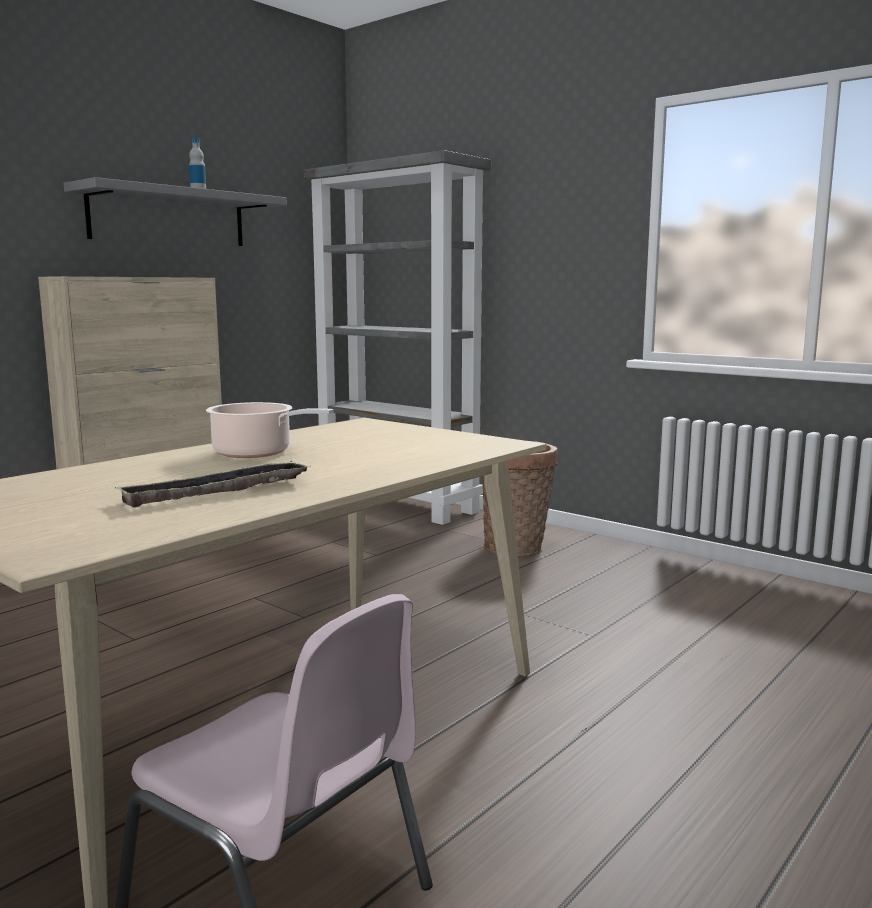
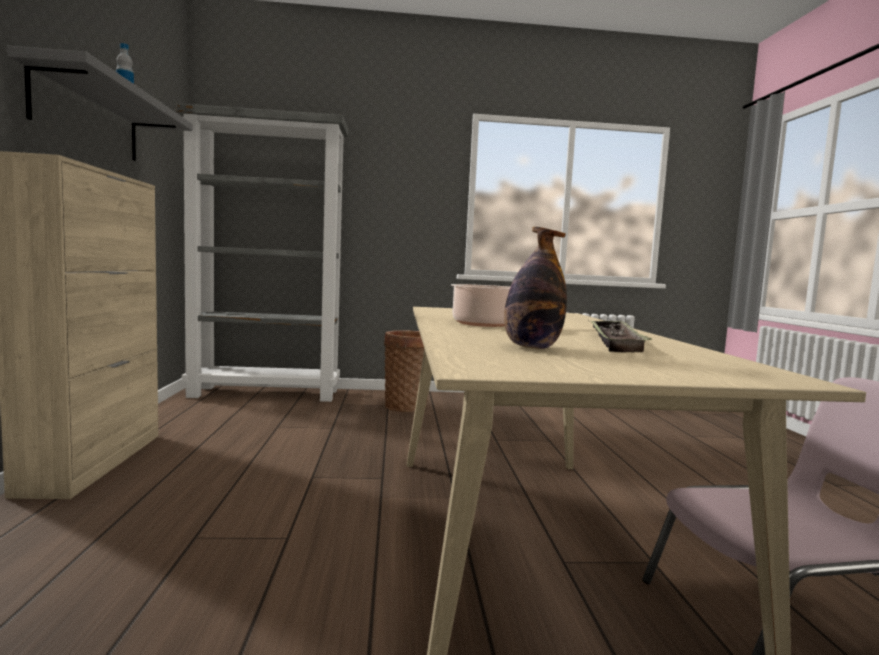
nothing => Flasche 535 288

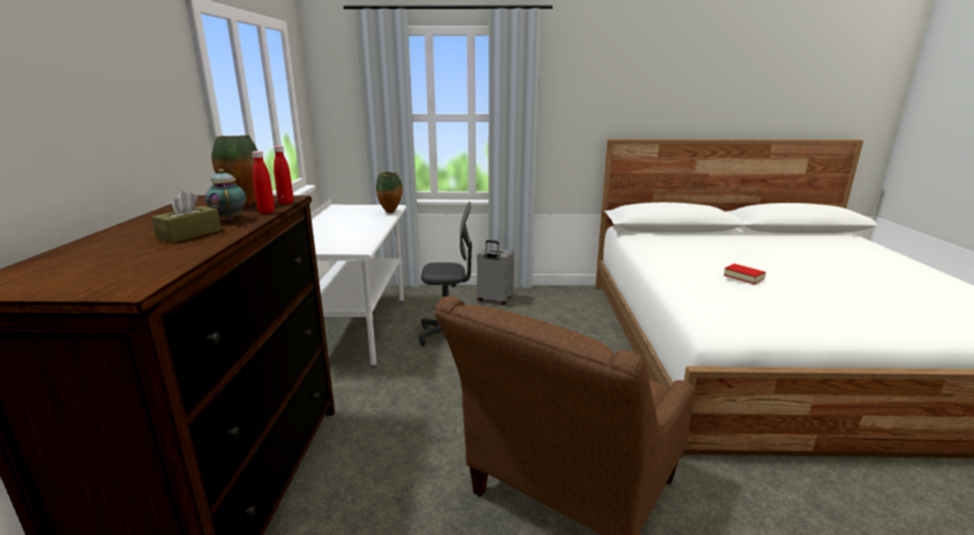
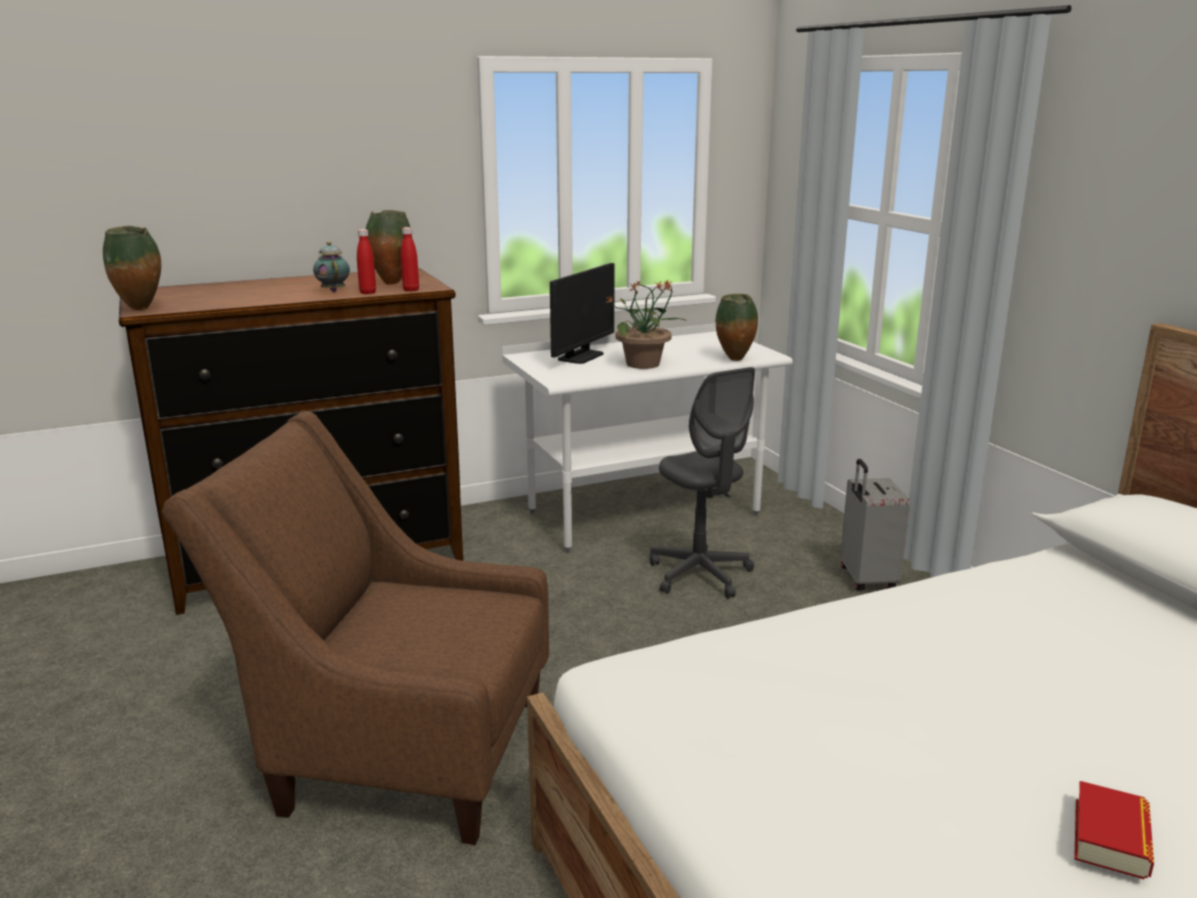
nothing => Vase 132 268
Teekanne 225 195 => Teekanne 331 266, 60 degrees counterclockwise
nothing => Monitor 582 313
nothing => Topfpflanze 645 324
Buch 744 274 => Buch 1114 830, relocated
Taschentuchbox [braun] 186 217 => nothing

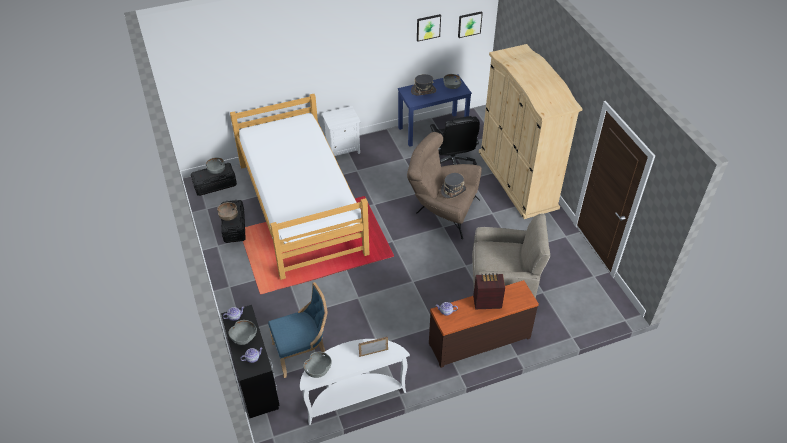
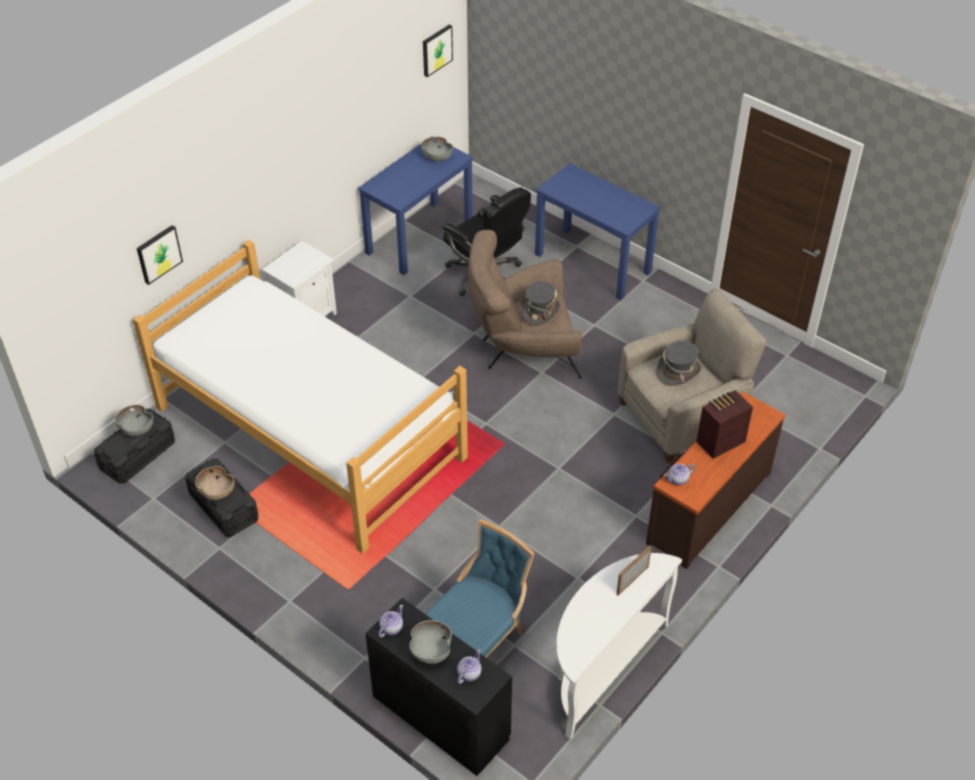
Bild 429 27 => Bild 160 255, relocated
Kleiderschrank [beige] 531 131 => Schreibtisch [blau] 598 231
Hut [grau] 423 84 => Hut [grau] 679 363, relocated
Schüssel [grau] 317 365 => nothing

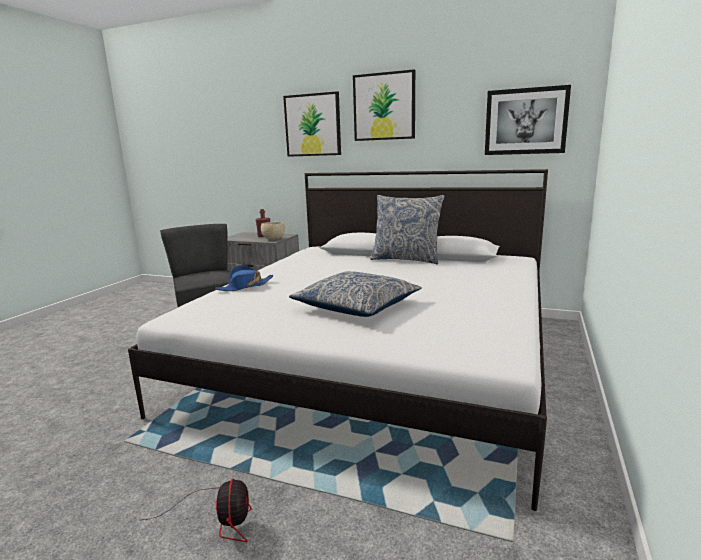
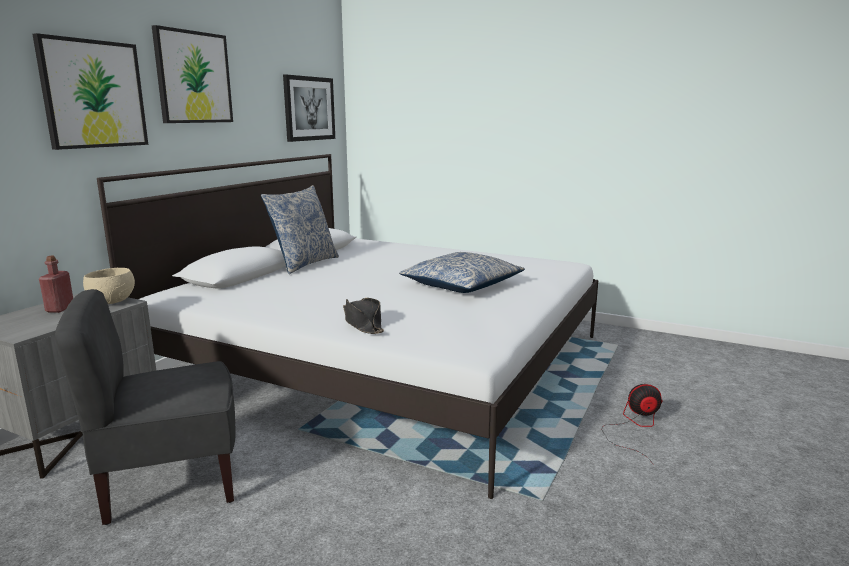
Hut [blau] 244 278 => Hut [schwarz] 363 316

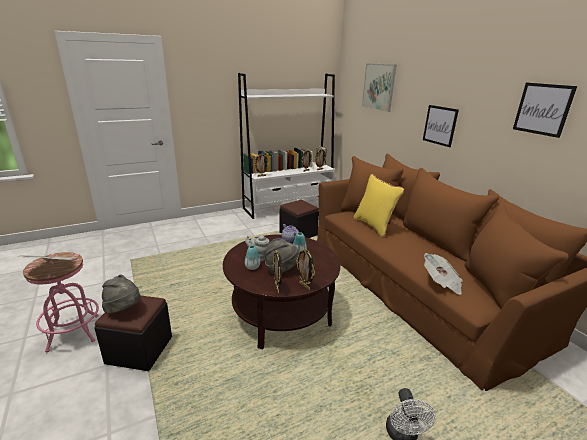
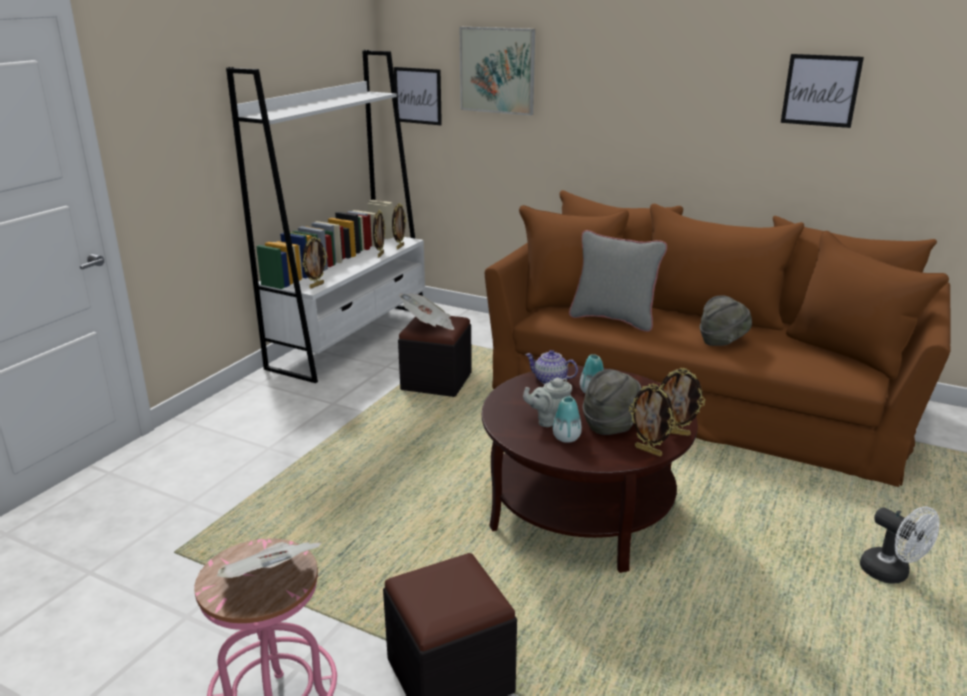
Bild 441 126 => Bild 418 96, relocated
Zeitung 443 274 => Zeitung 427 312, relocated
Kissen [gelb] 378 205 => Kissen [grau] 618 281
Hut [grau] 121 294 => Hut [grau] 726 320, relocated

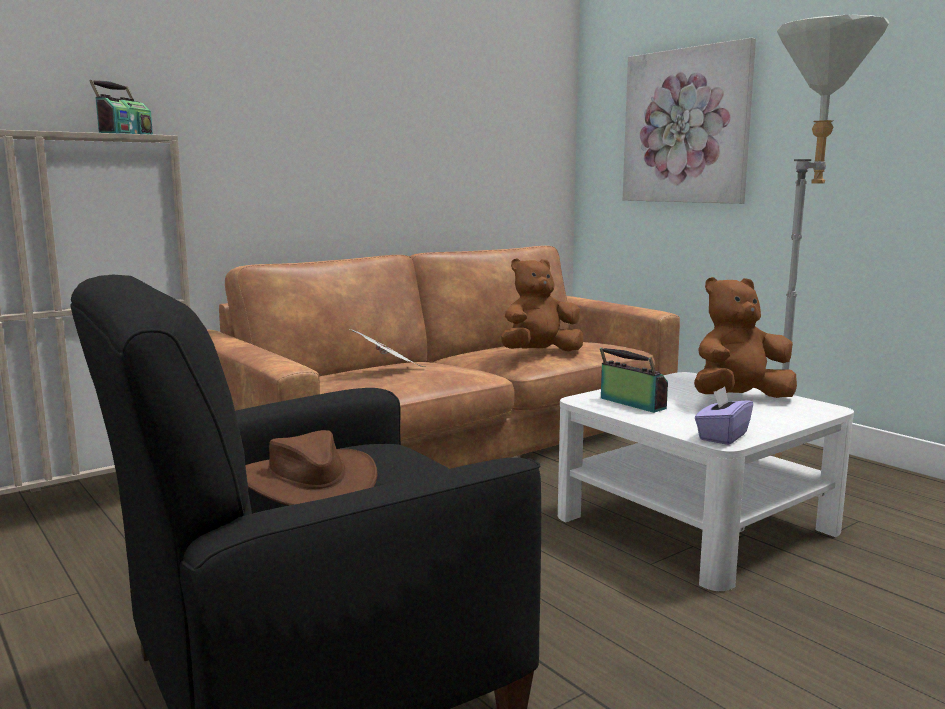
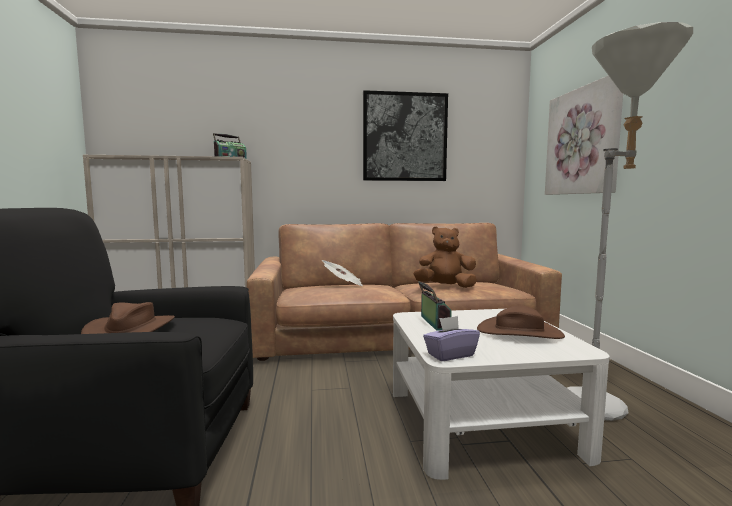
nothing => Bild 405 135
Plüschtier [braun] 745 337 => Hut [braun] 521 322

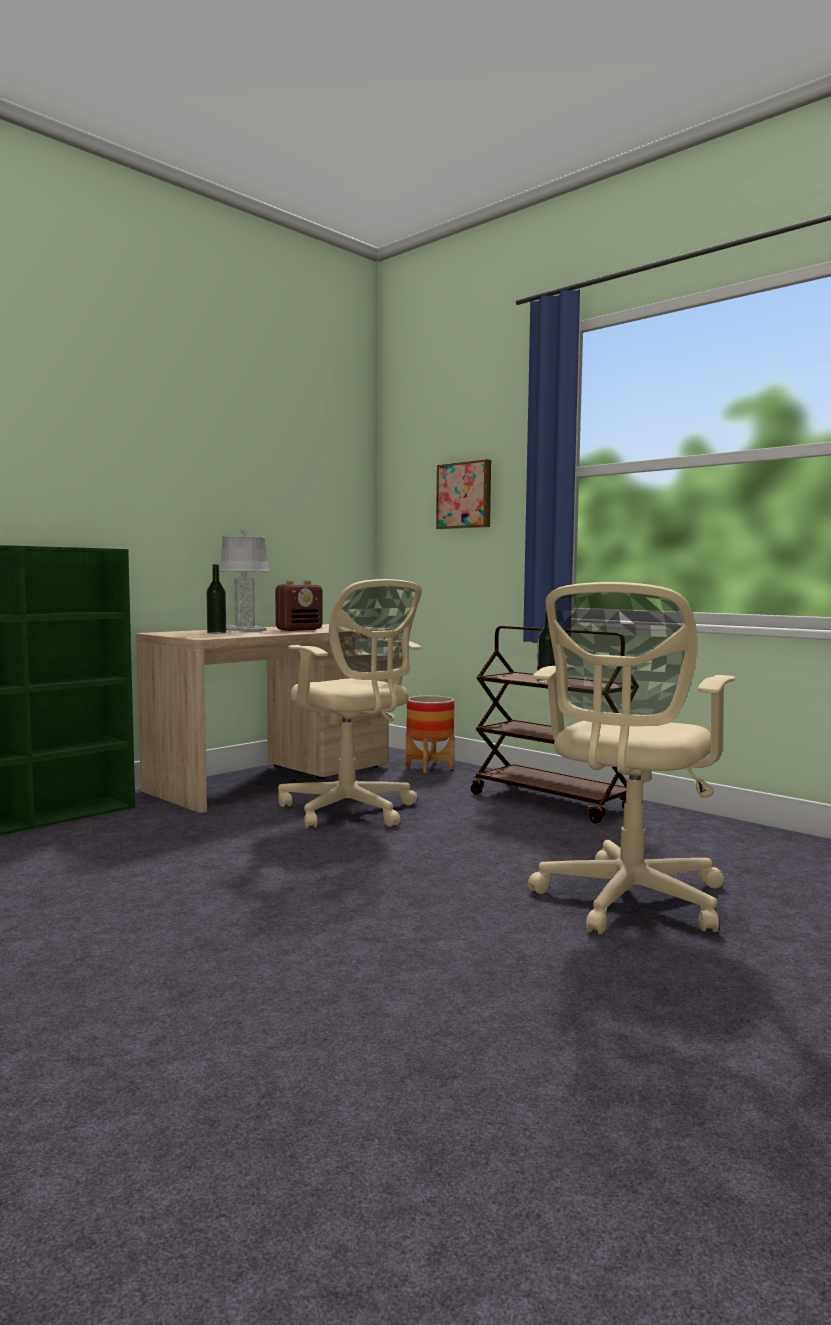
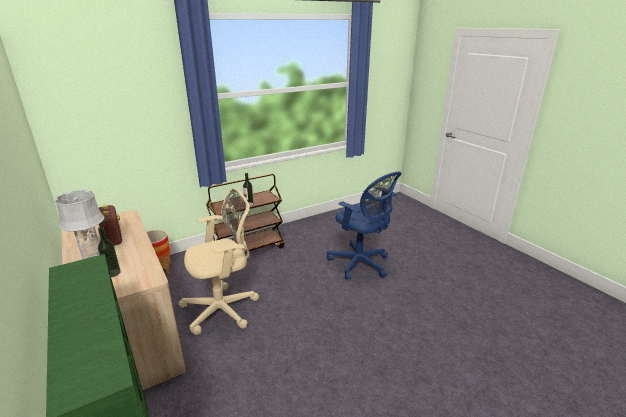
Bürostuhl [beige] 631 758 => Bürostuhl [blau] 364 226
Bild 463 494 => nothing

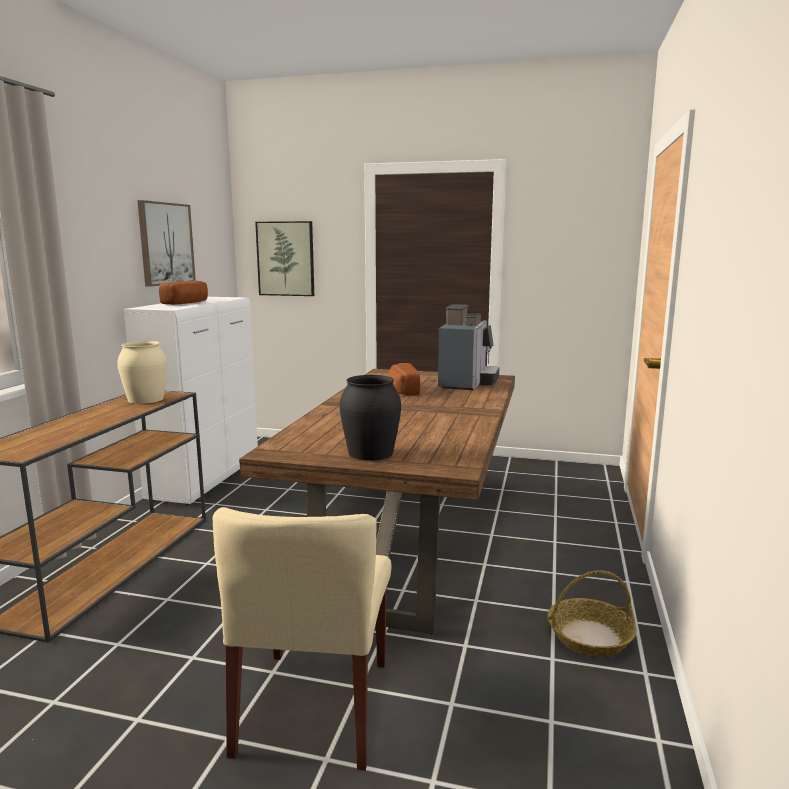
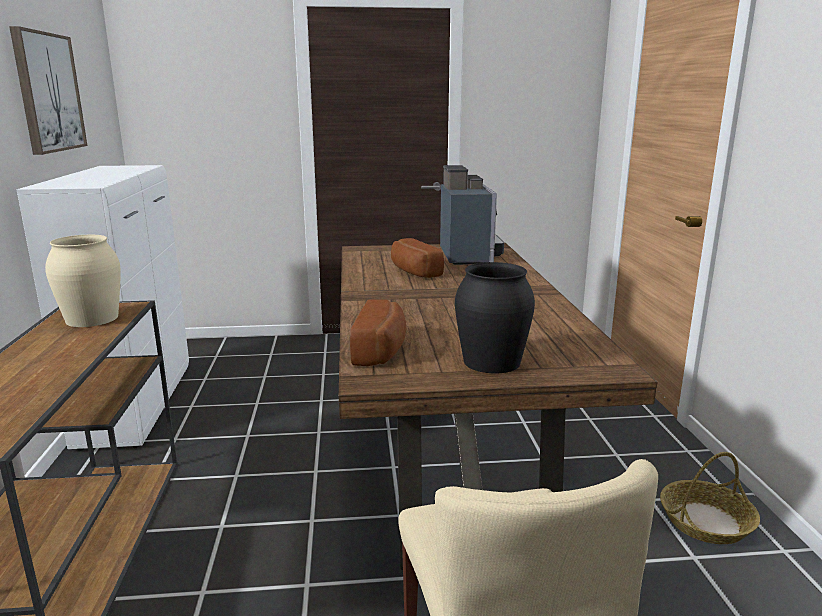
Brot 183 293 => Brot 378 332, relocated
Bild 284 258 => nothing

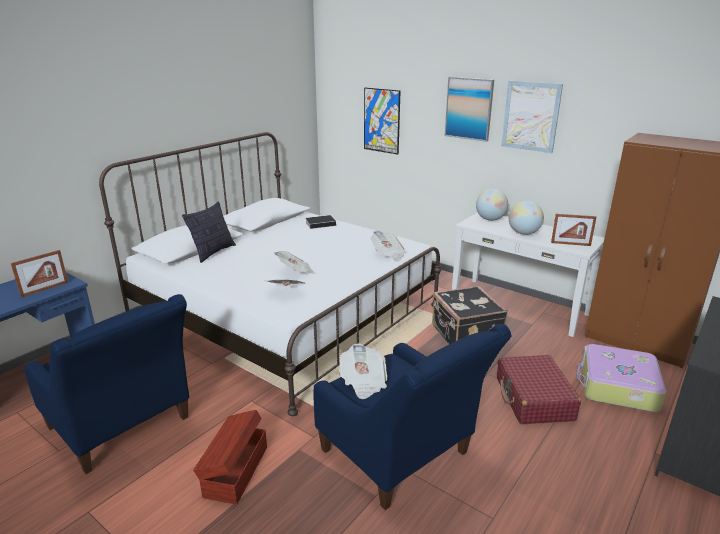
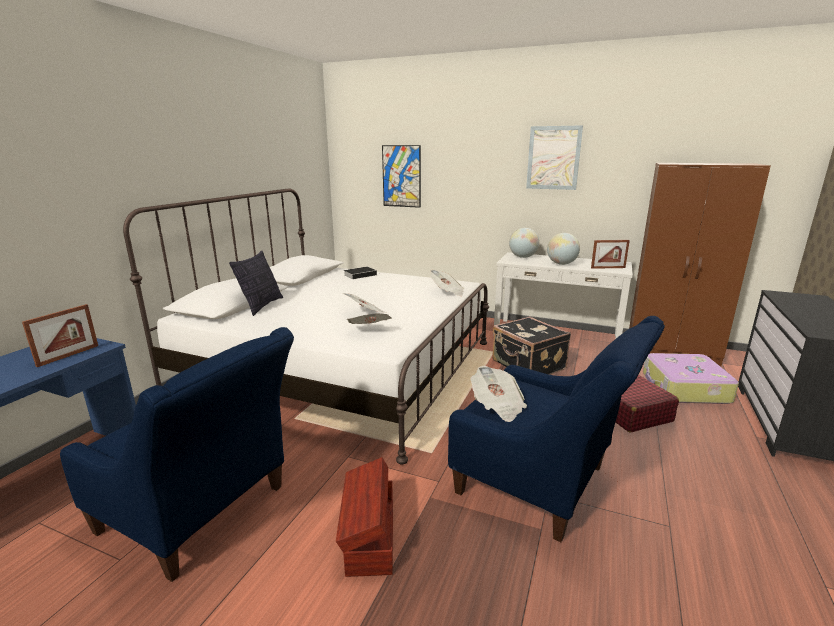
Bild 469 109 => nothing

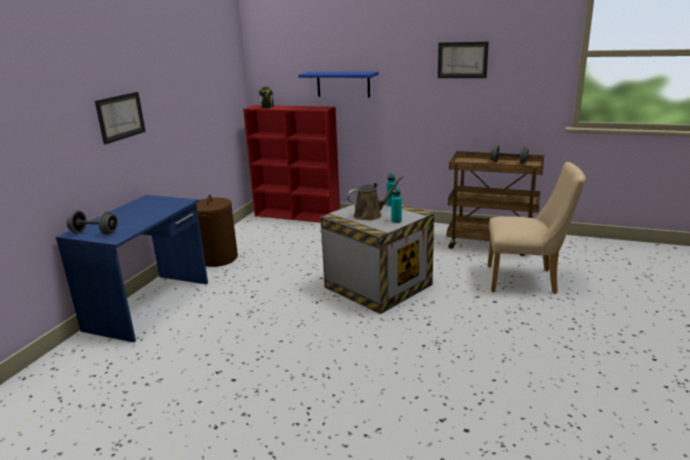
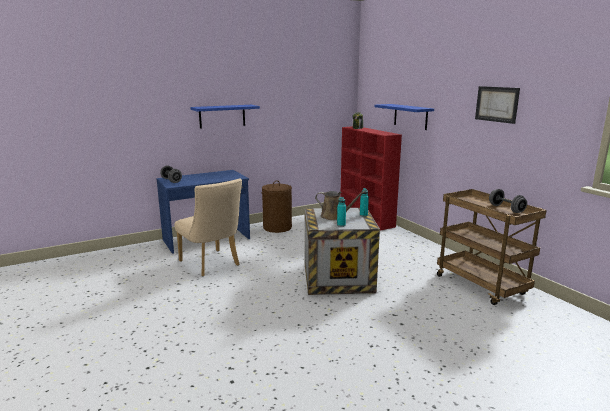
Stuhl [beige] 537 228 => Stuhl [beige] 208 227, relocated
Bild 120 118 => Wandregal [blau] 225 117

